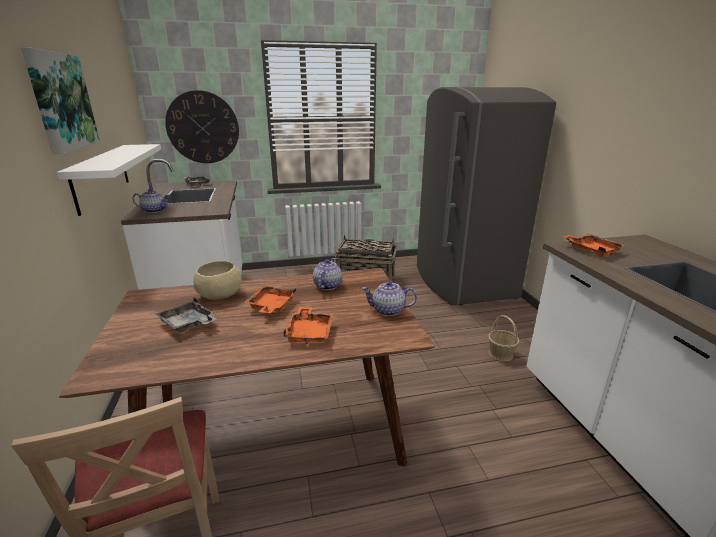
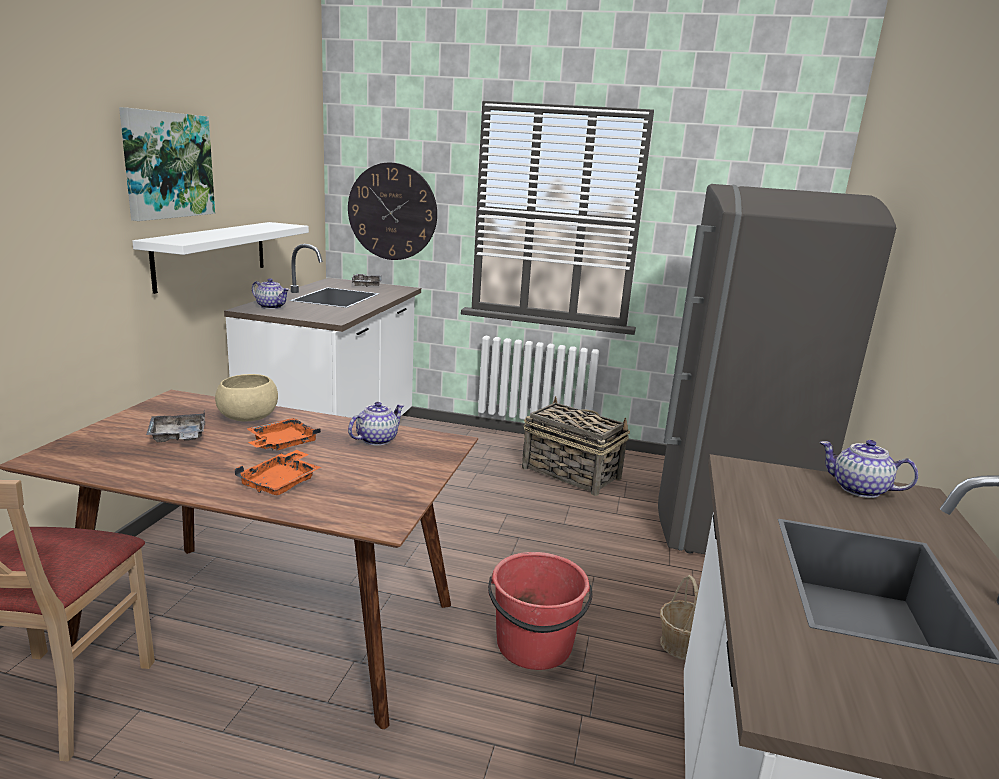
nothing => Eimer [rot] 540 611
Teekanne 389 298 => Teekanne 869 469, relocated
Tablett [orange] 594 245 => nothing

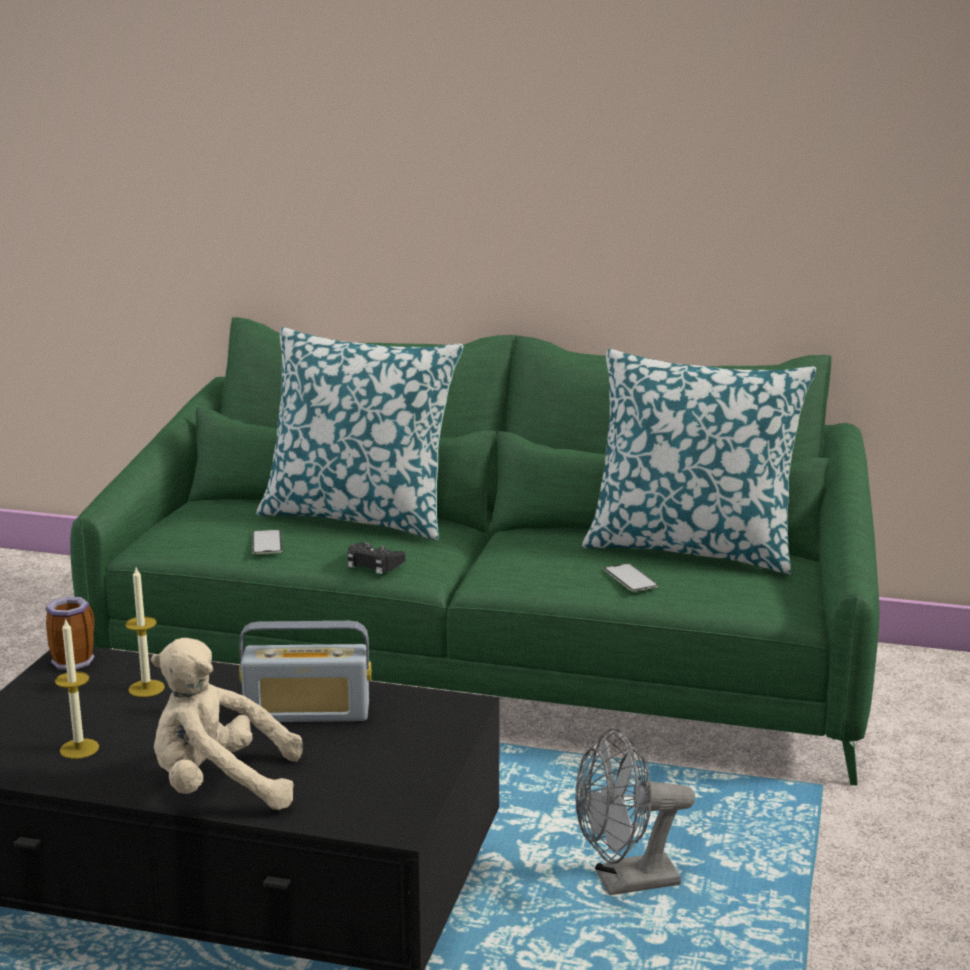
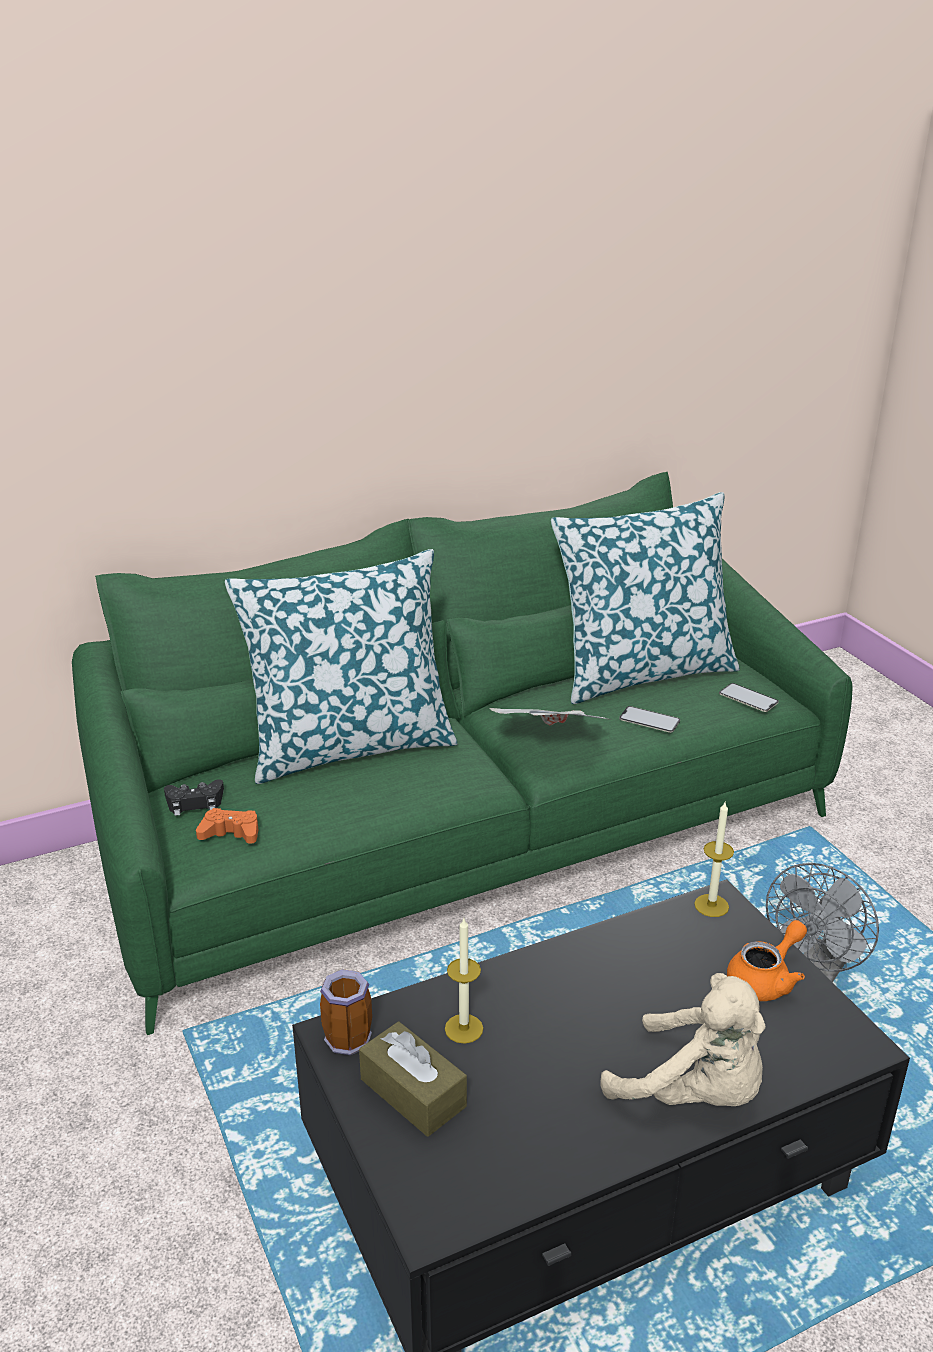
Gamepad [schwarz] 376 558 => Gamepad [schwarz] 194 797, relocated
nothing => Gamepad [orange] 227 826
nothing => Taschentuchbox [braun] 413 1079
nothing => Zeitung 550 716
Plüschtier [beige] 227 724 => Plüschtier [beige] 683 1039, 105 degrees counterclockwise
Kerze 77 688 => Kerze 714 859, relocated
Handy 267 541 => Handy 749 697, relocated
nothing => Teekanne [orange] 767 960
Radio 305 671 => nothing

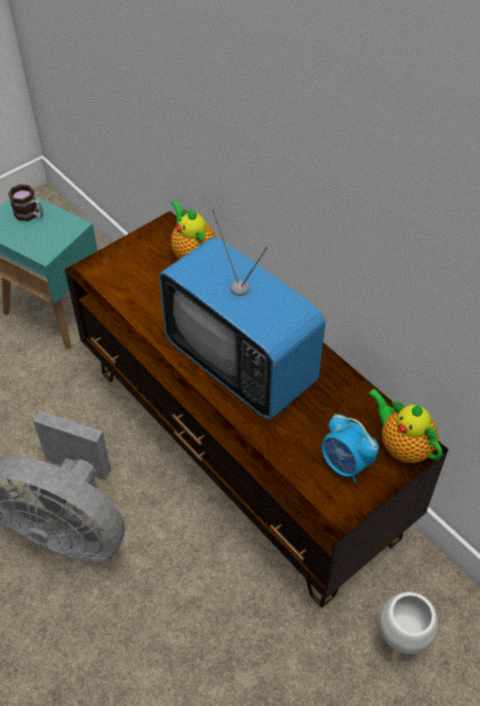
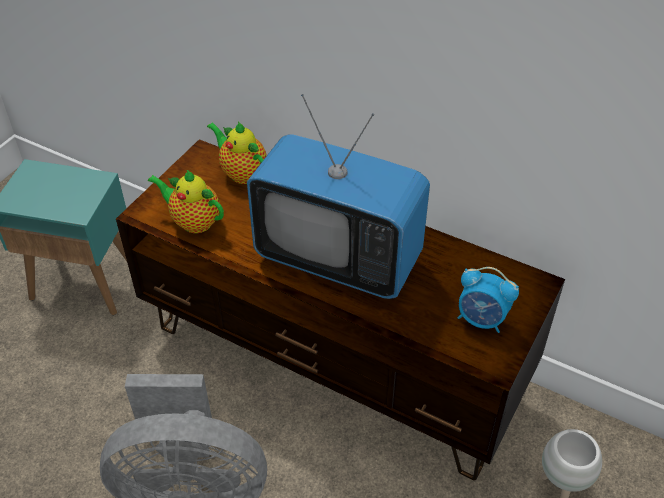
Teekanne 405 425 => Teekanne 186 201, relocated
Henkelbecher 25 203 => nothing

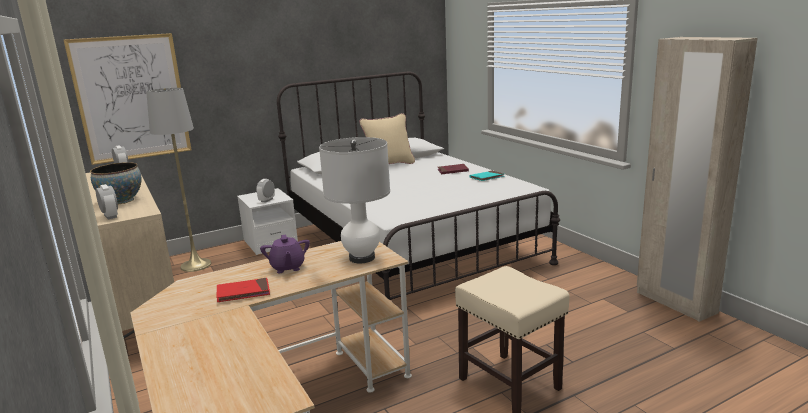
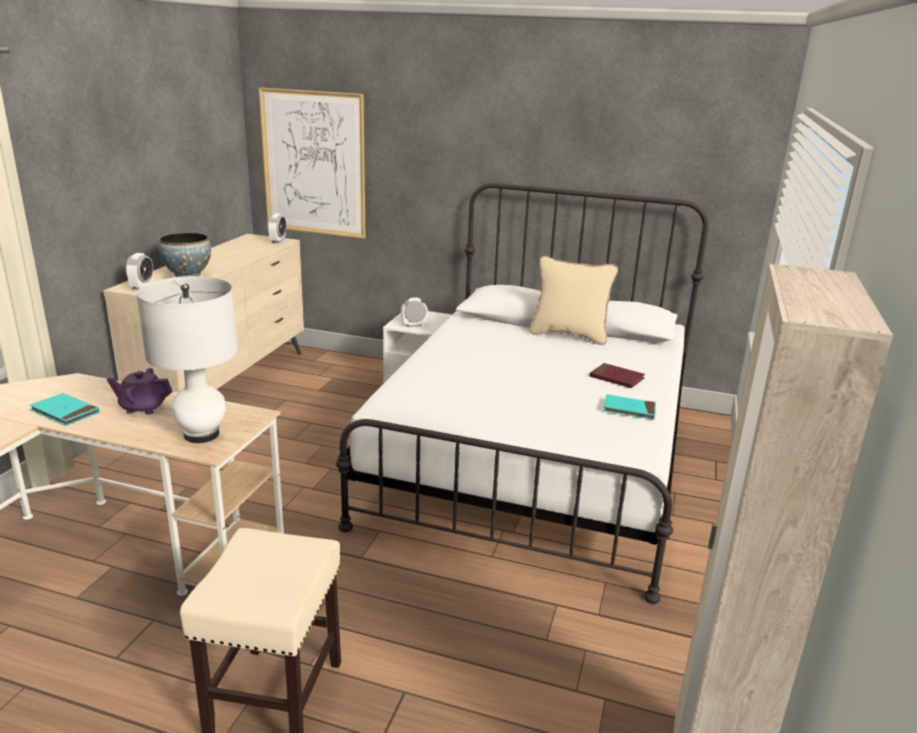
Buch [rot] 243 290 => Buch [türkis] 64 409
Teekanne [lila] 285 254 => Teekanne [lila] 140 391, 60 degrees clockwise
Stehlampe [grau] 178 180 => nothing

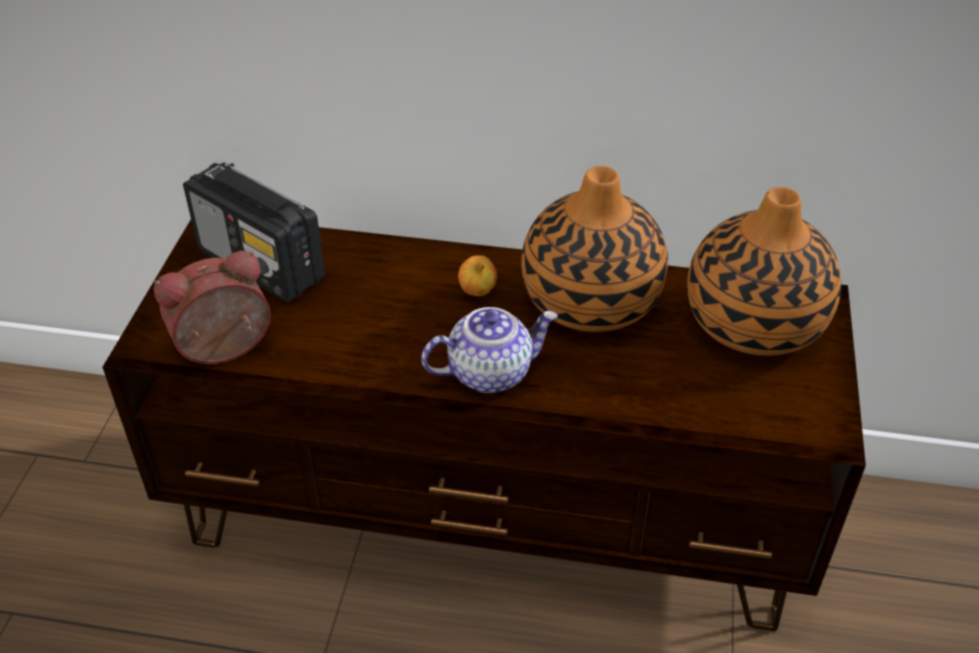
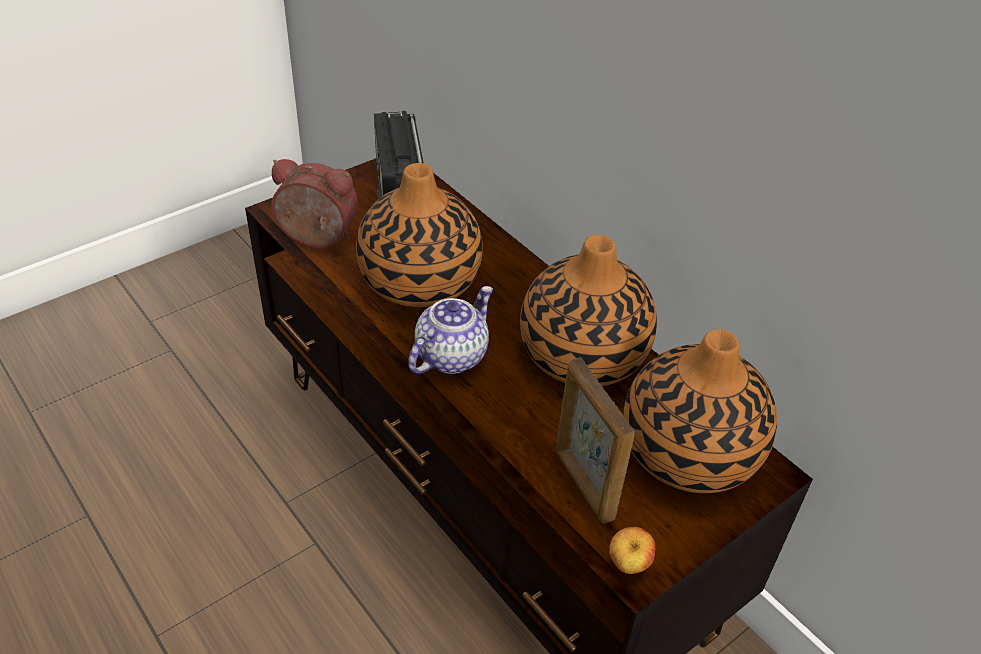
nothing => Vase 419 235
Teekanne 489 350 => Teekanne 450 330, 75 degrees counterclockwise
nothing => Bilderrahmen 595 440
Apfel 477 275 => Apfel 632 550, relocated

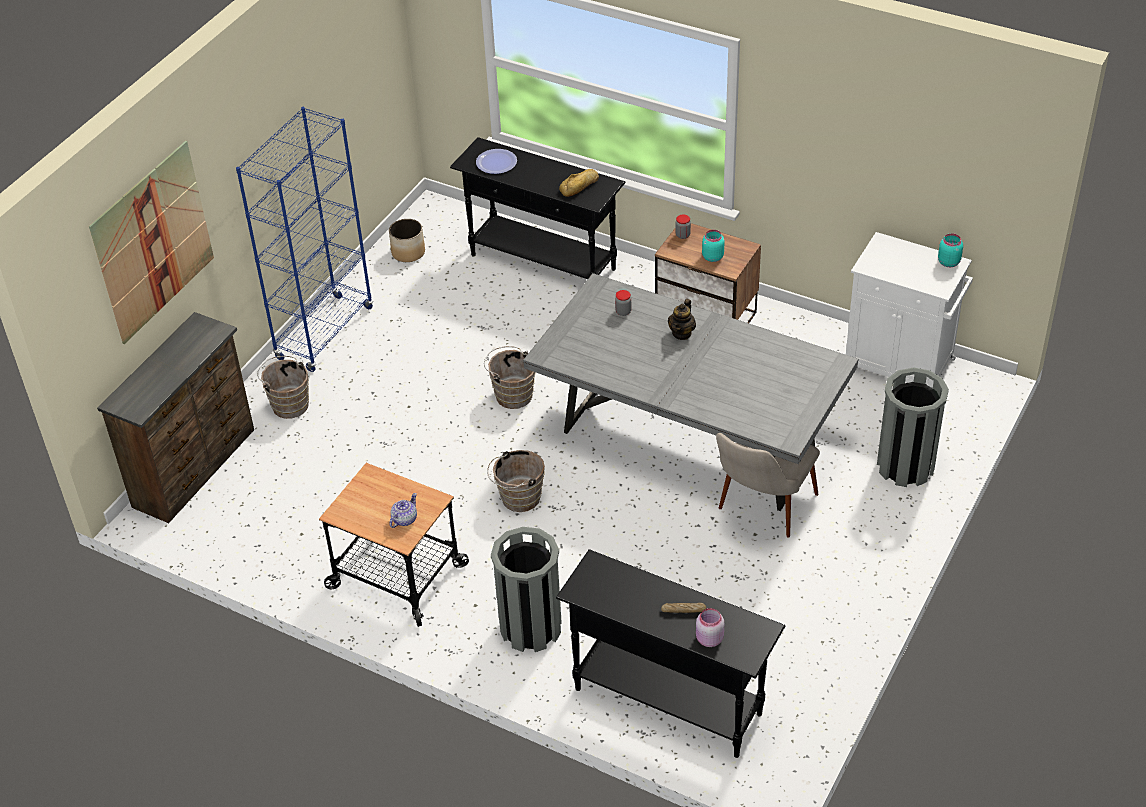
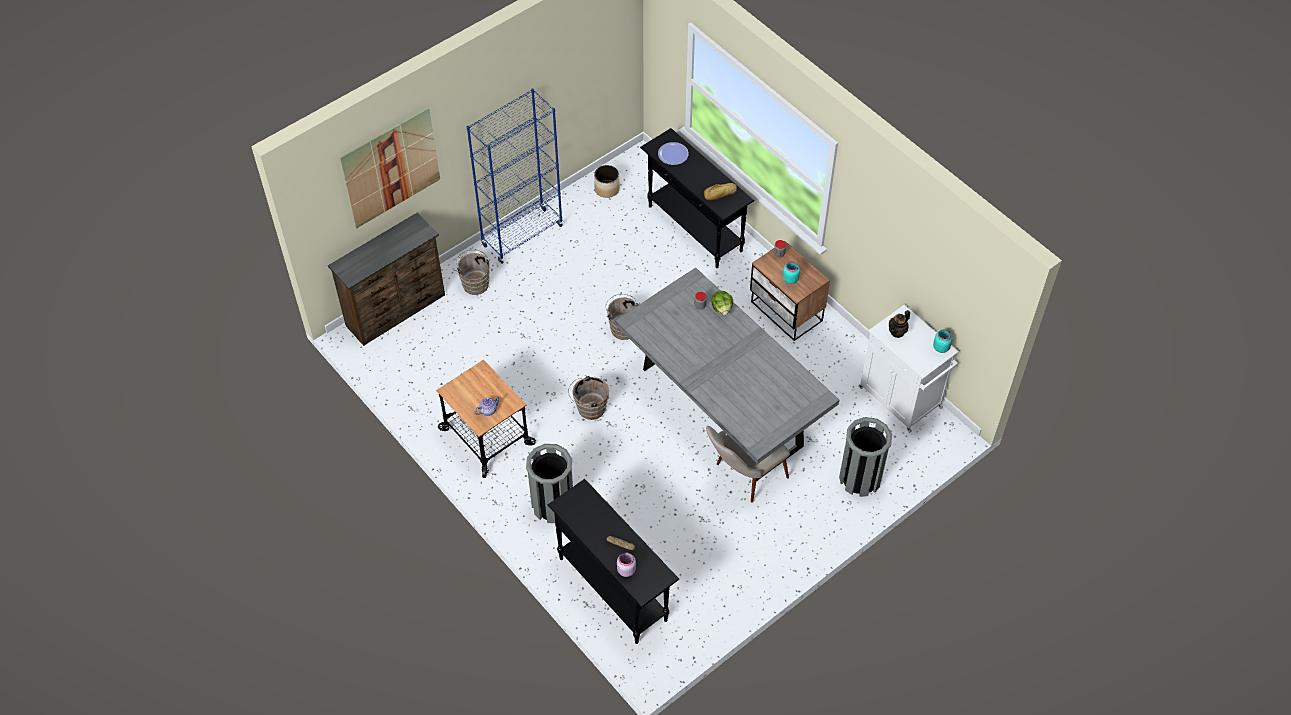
nothing => Salatkopf 722 303
Teekanne 682 319 => Teekanne 899 324, relocated

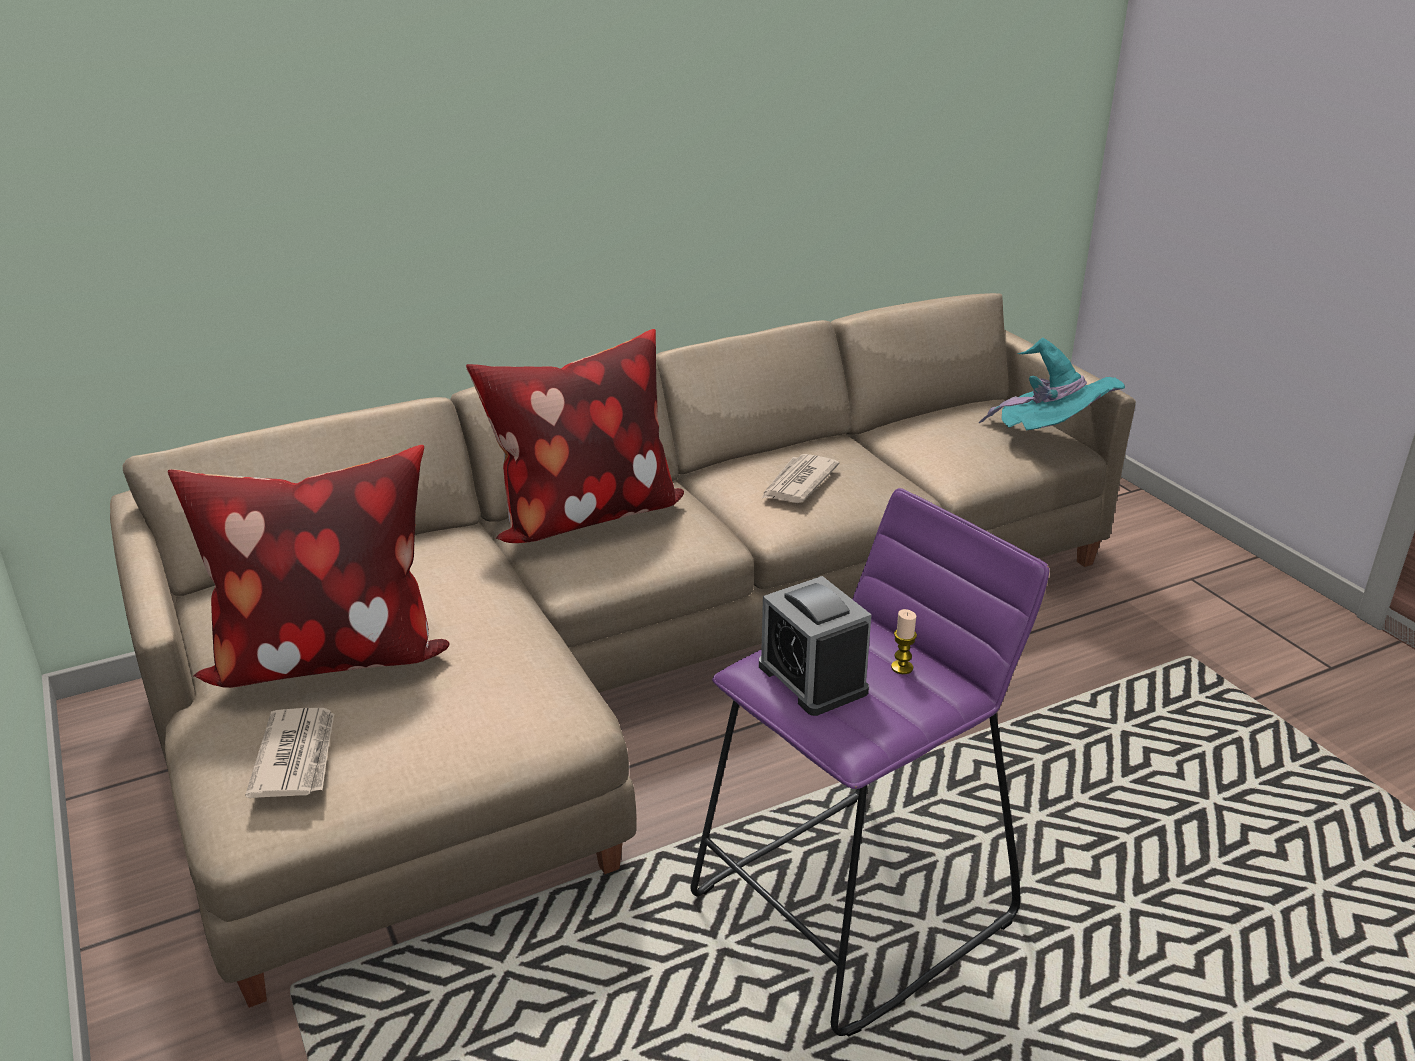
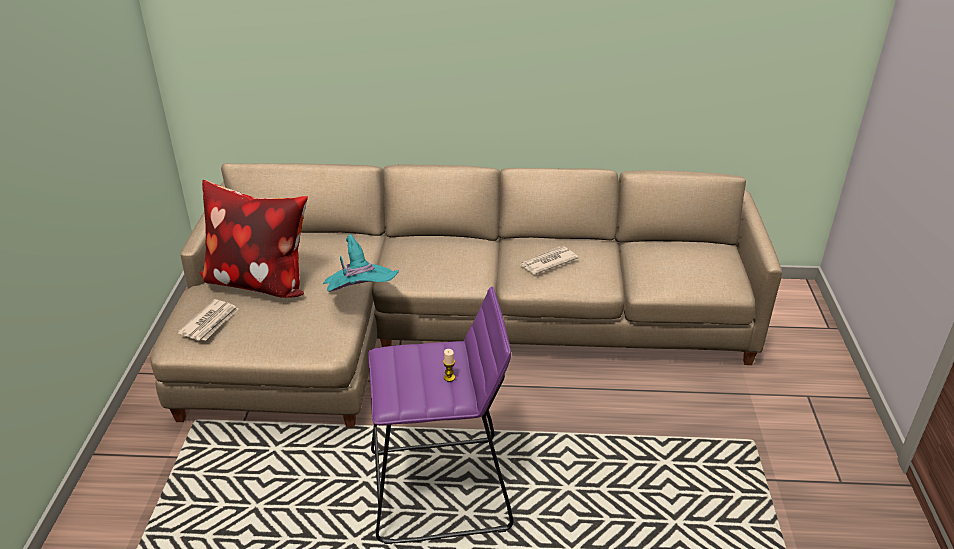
Hut [türkis] 1052 384 => Hut [türkis] 361 263, relocated
Kissen 575 436 => nothing
Wecker 815 646 => nothing

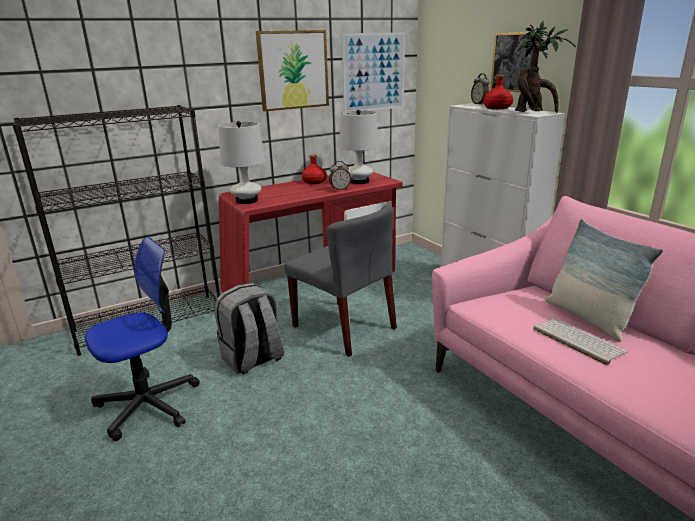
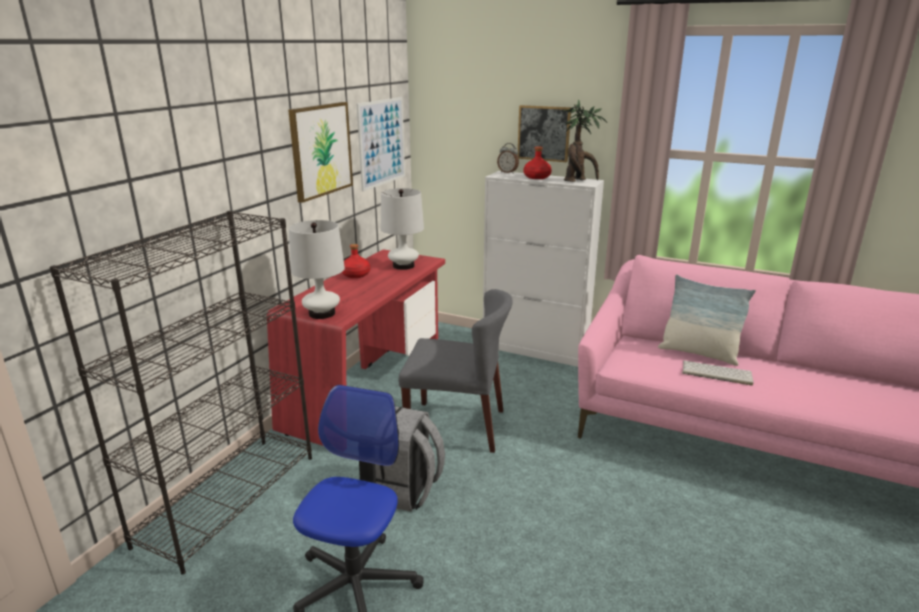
Wecker 340 176 => nothing

